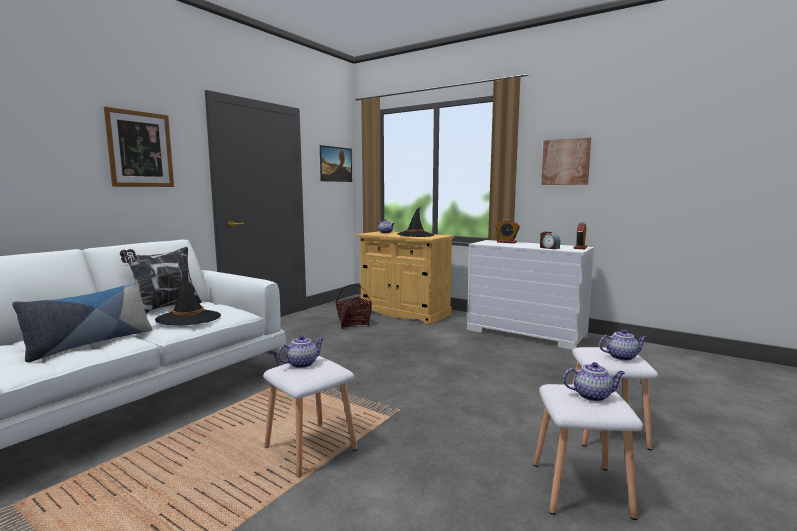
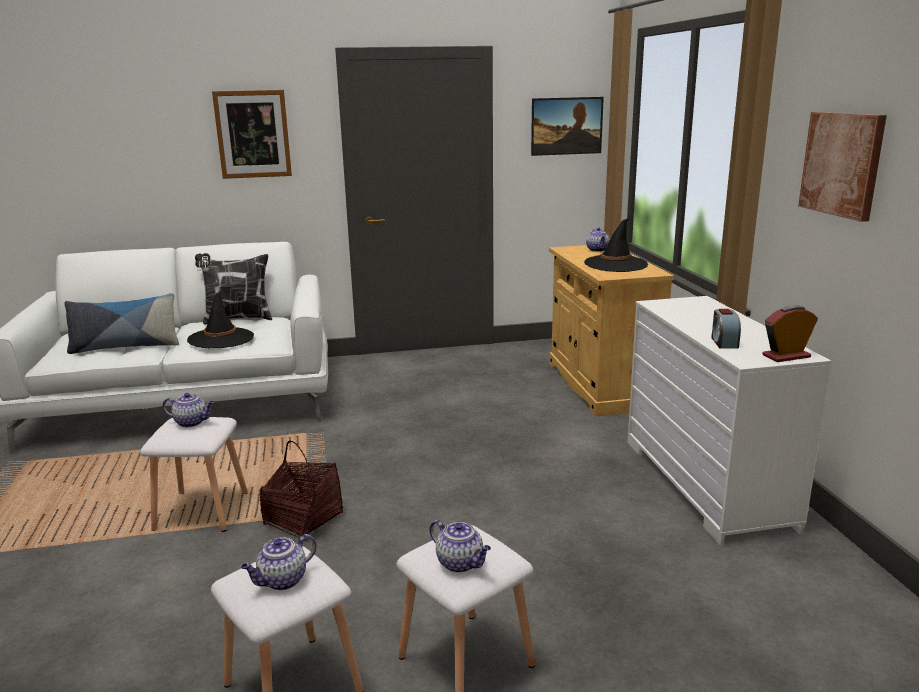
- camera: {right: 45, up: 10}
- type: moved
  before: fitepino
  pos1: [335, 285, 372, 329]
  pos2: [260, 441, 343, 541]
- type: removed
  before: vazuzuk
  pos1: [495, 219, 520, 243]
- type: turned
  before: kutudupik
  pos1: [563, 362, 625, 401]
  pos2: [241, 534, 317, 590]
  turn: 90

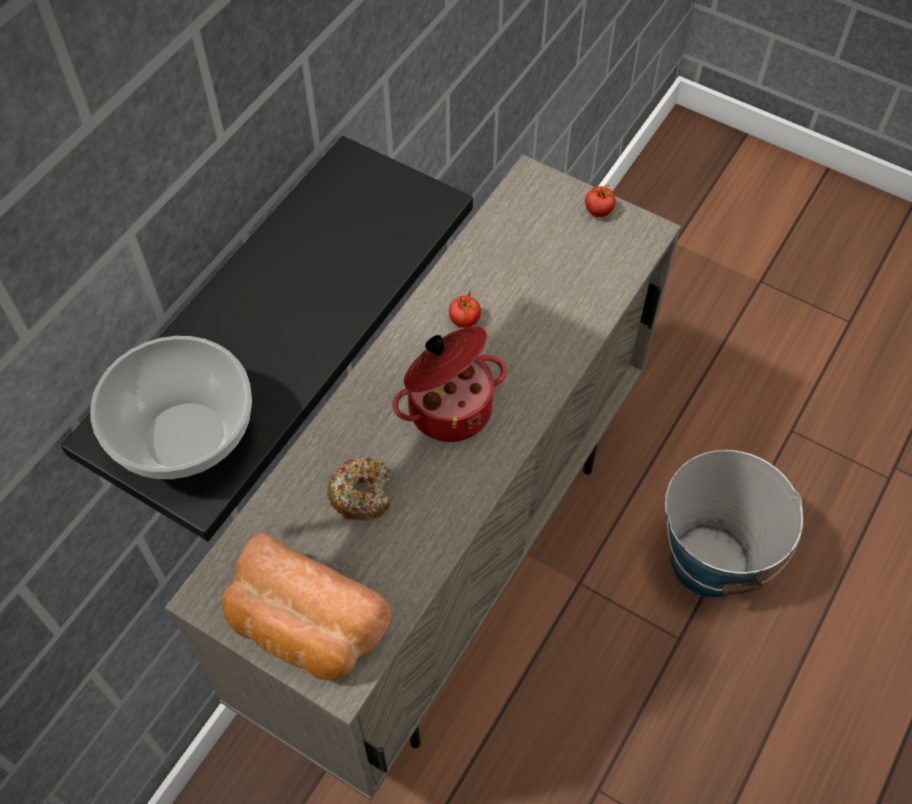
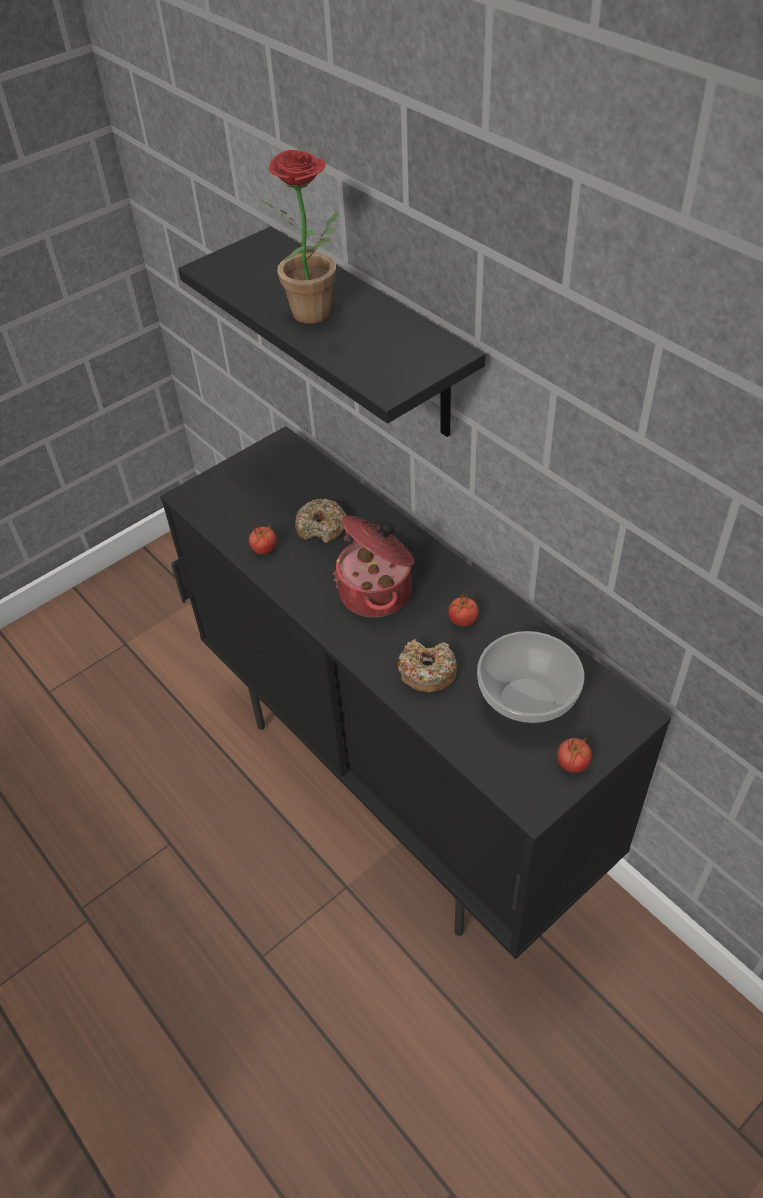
- camera: {right: 110, up: -10}
- type: moved
  before: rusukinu
  pos1: [90, 336, 252, 479]
  pos2: [477, 631, 584, 725]
- type: recoloured
  before: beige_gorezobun
  after: black_gorezobun
  pos1: [165, 155, 681, 801]
  pos2: [160, 426, 671, 959]
- type: removed
  before: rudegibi
  pos1: [222, 533, 392, 680]
- type: removed
  before: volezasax
  pos1: [665, 450, 803, 598]
- type: added
  after: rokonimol
  pos2: [249, 524, 277, 555]
- type: added
  after: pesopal
  pos2: [260, 150, 338, 324]
- type: added
  after: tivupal
  pos2: [398, 639, 457, 692]

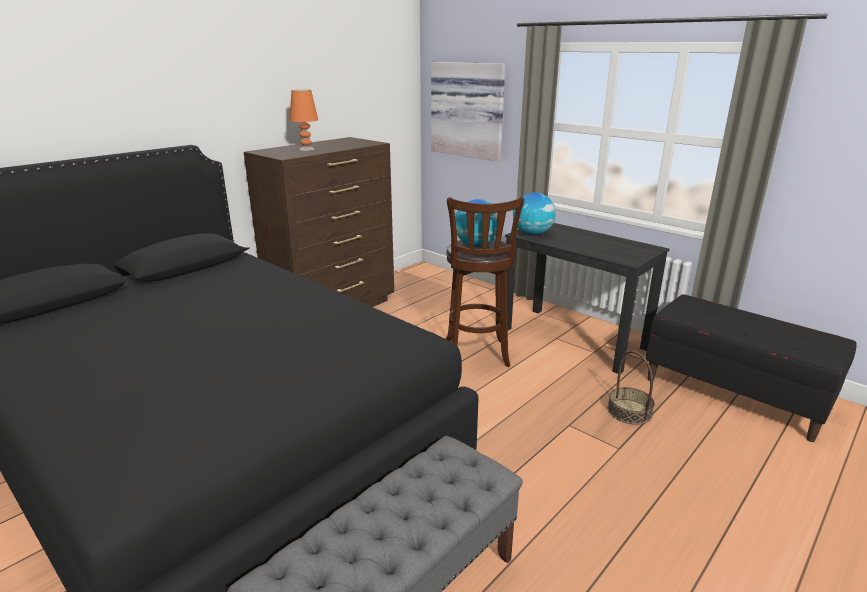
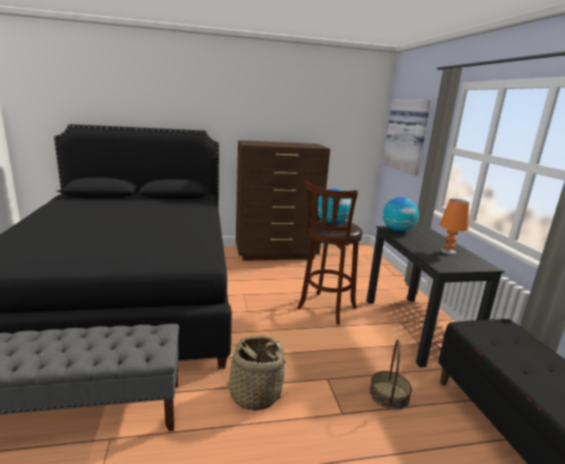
- camera: {right: 35, up: -5}
- type: moved
  before: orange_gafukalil
  pos1: [289, 90, 318, 151]
  pos2: [440, 199, 469, 255]
- type: added
  after: fitepino
  pos2: [221, 335, 289, 411]

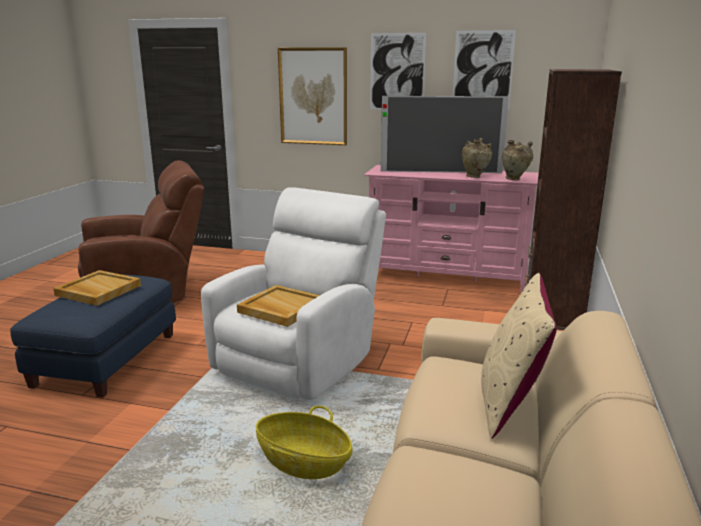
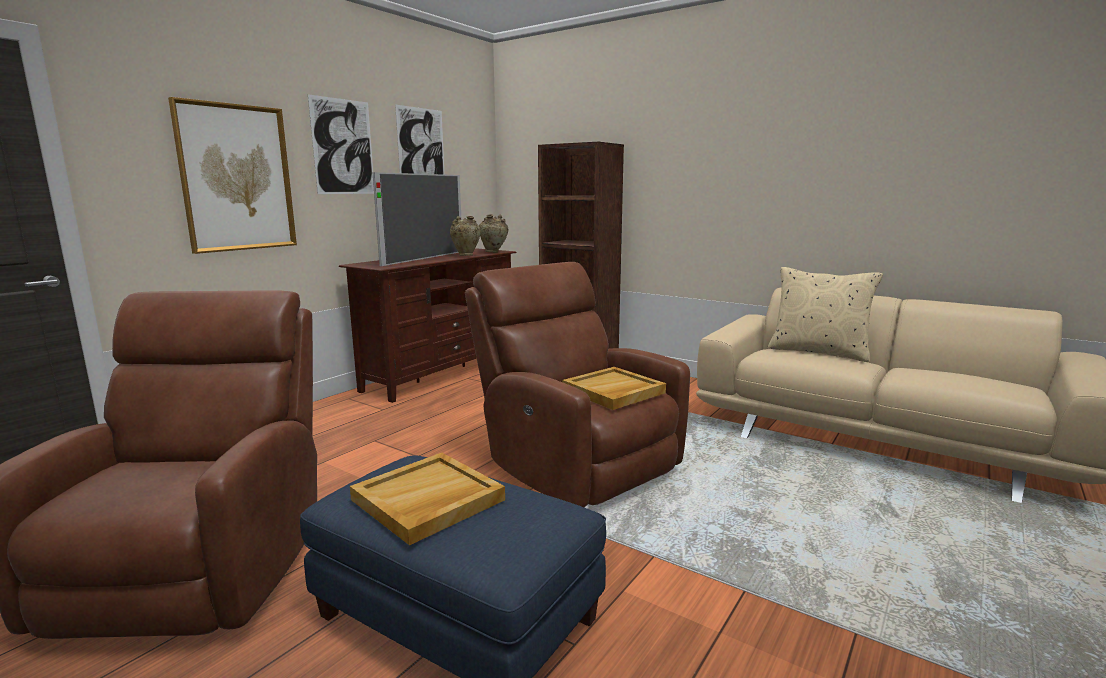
- camera: {right: -70, up: -5}
- type: recoloured
  before: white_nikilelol
  after: brown_nikilelol
  pos1: [201, 187, 386, 400]
  pos2: [465, 262, 690, 507]
- type: removed
  before: fitepino
  pos1: [256, 405, 353, 479]
- type: recoloured
  before: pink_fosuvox
  after: brown_fosuvox
  pos1: [364, 165, 539, 293]
  pos2: [339, 248, 517, 403]

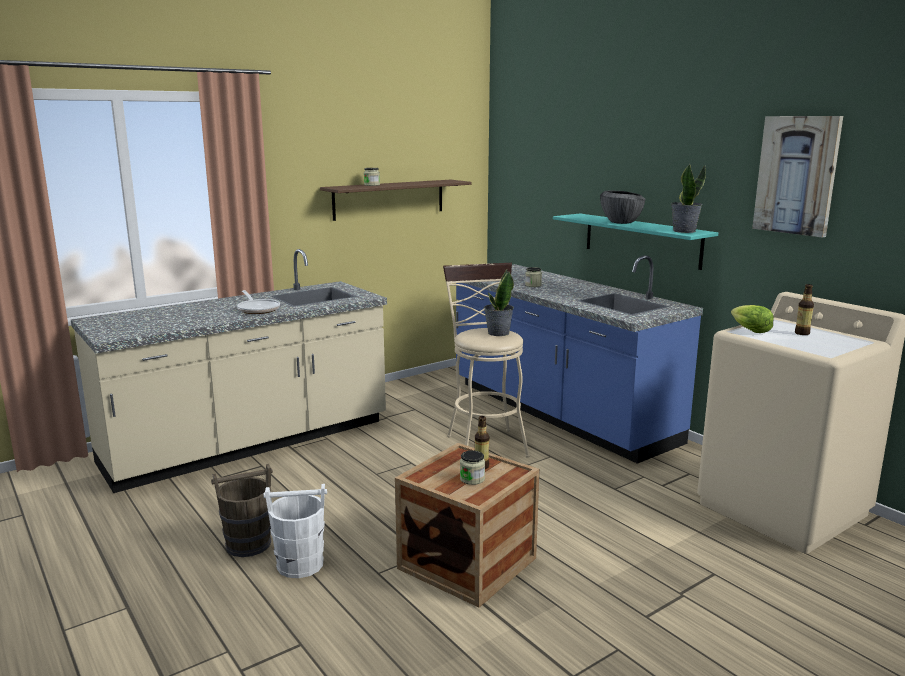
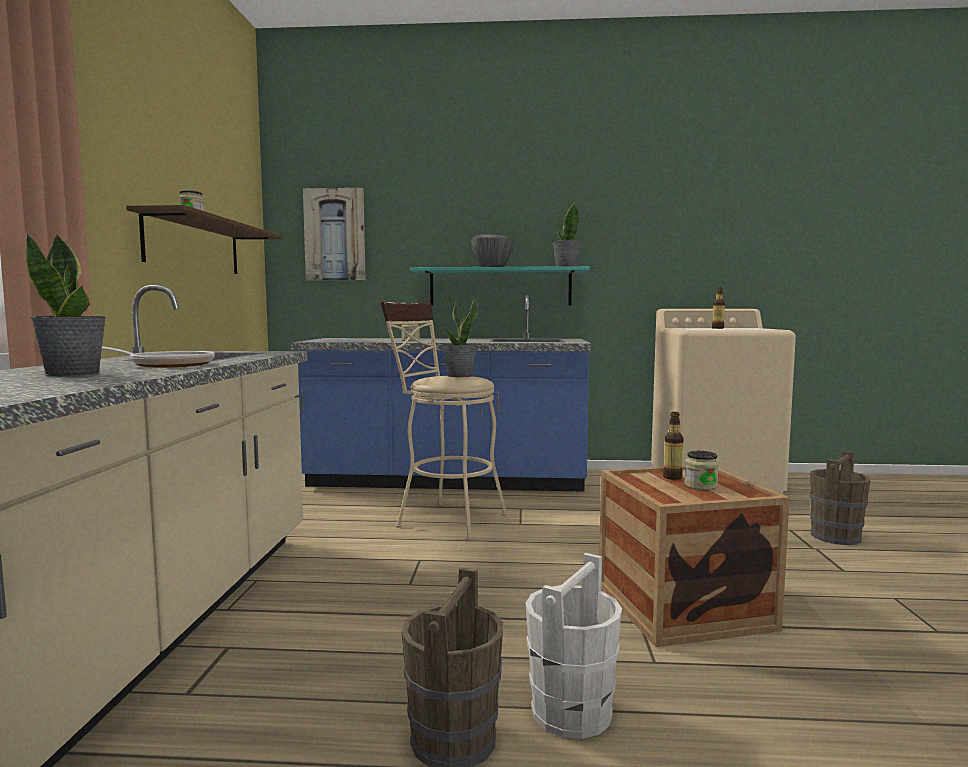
- camera: {right: -50, up: -10}
- type: removed
  before: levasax
  pos1: [731, 305, 774, 333]
- type: moved
  before: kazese
  pos1: [752, 116, 843, 238]
  pos2: [303, 188, 366, 280]
- type: added
  after: pesopal
  pos2: [26, 233, 106, 376]
- type: added
  after: brown_volezasax
  pos2: [810, 451, 870, 545]

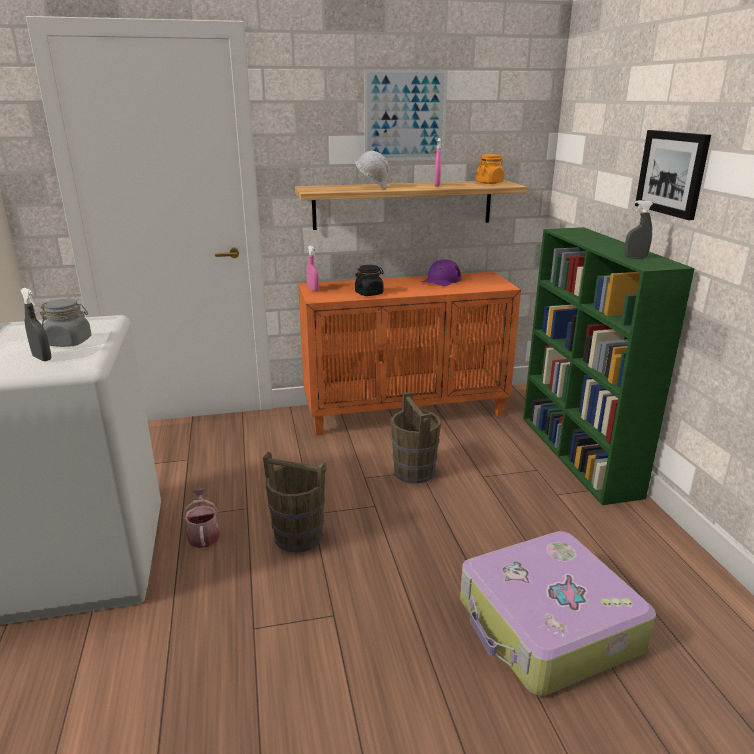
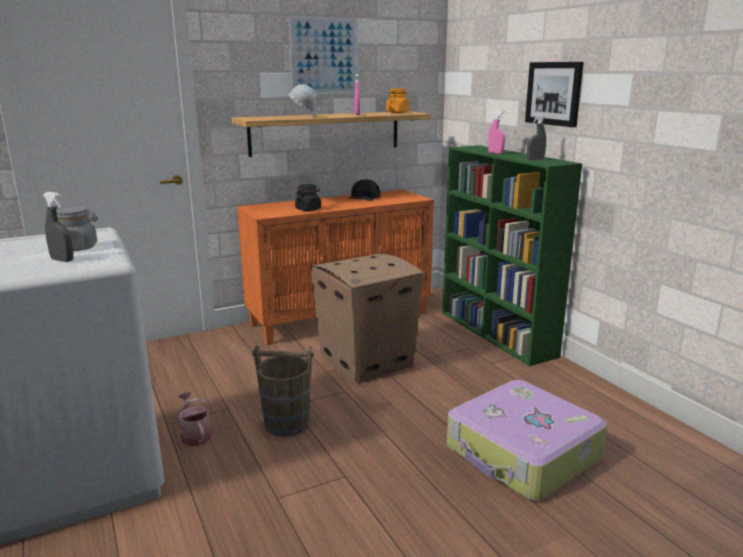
- camera: {right: -15, up: -5}
- type: moved
  before: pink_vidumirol
  pos1: [307, 245, 319, 291]
  pos2: [488, 111, 505, 154]
- type: replaced
  before: brown_volezasax
  after: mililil
  pos1: [391, 392, 441, 483]
  pos2: [311, 254, 424, 384]
- type: recoloured
  before: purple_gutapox
  after: black_gutapox
  pos1: [421, 260, 461, 286]
  pos2: [348, 179, 380, 201]

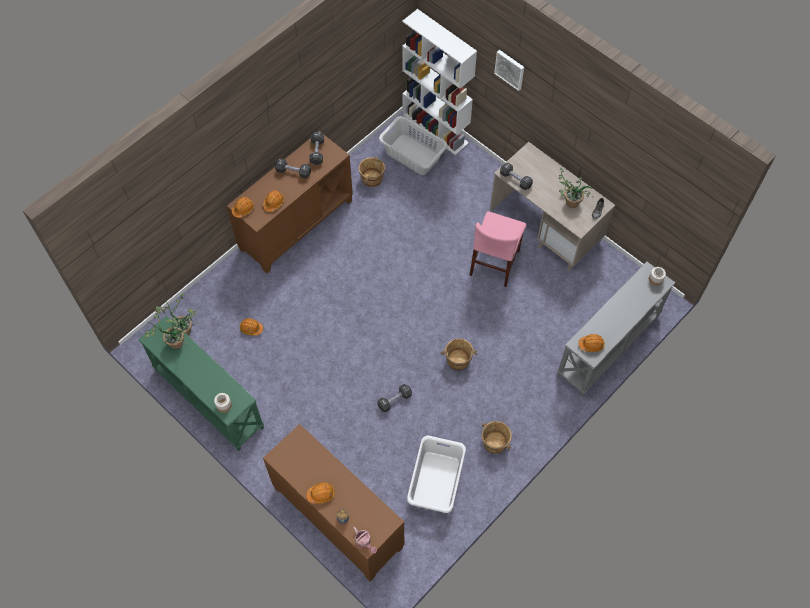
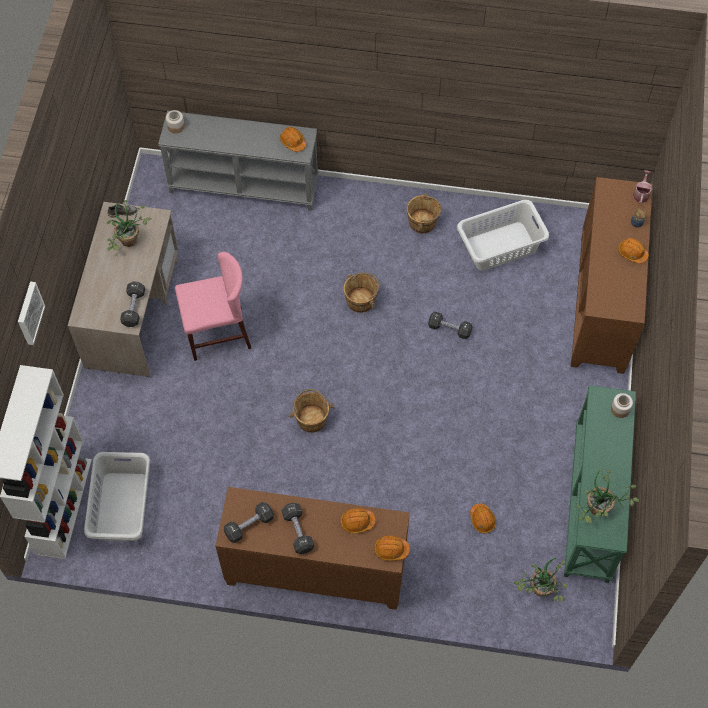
- camera: {right: -125, up: 0}
- type: moved
  before: brown_volezasax
  pos1: [359, 157, 386, 187]
  pos2: [288, 389, 335, 433]

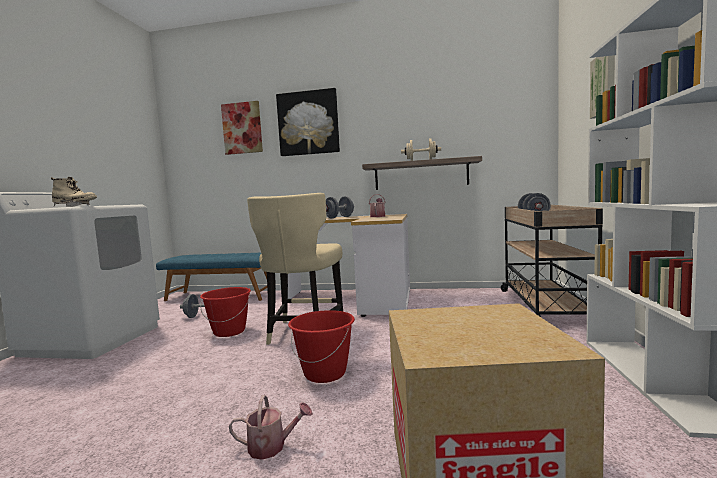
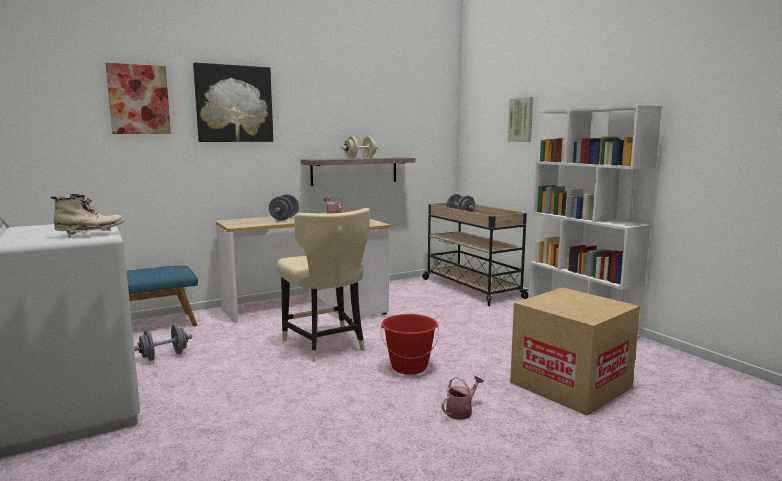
- camera: {right: -40, up: 5}
- type: removed
  before: red_volezasax
  pos1: [200, 287, 251, 337]

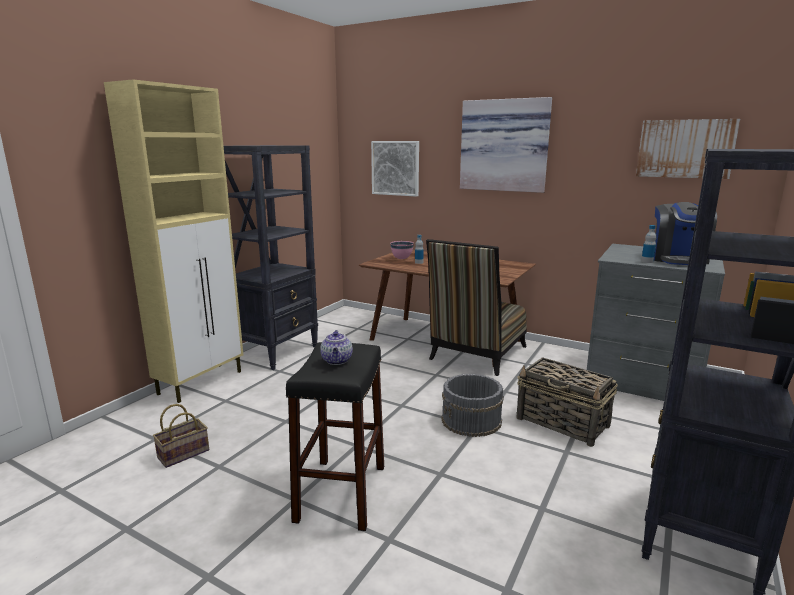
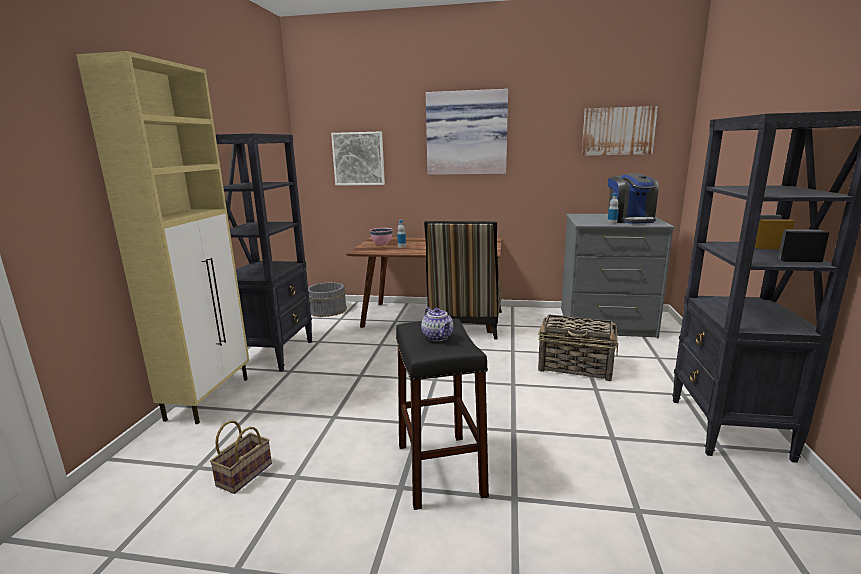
- camera: {right: -20, up: 0}
- type: moved
  before: grey_volezasax
  pos1: [441, 374, 504, 437]
  pos2: [308, 282, 347, 317]

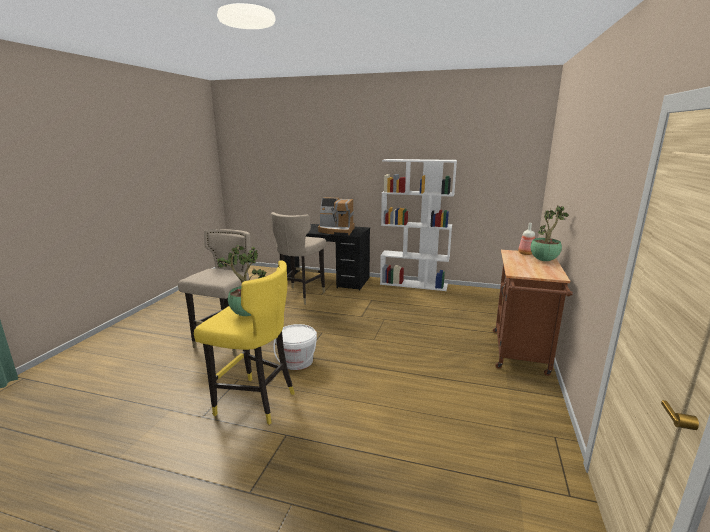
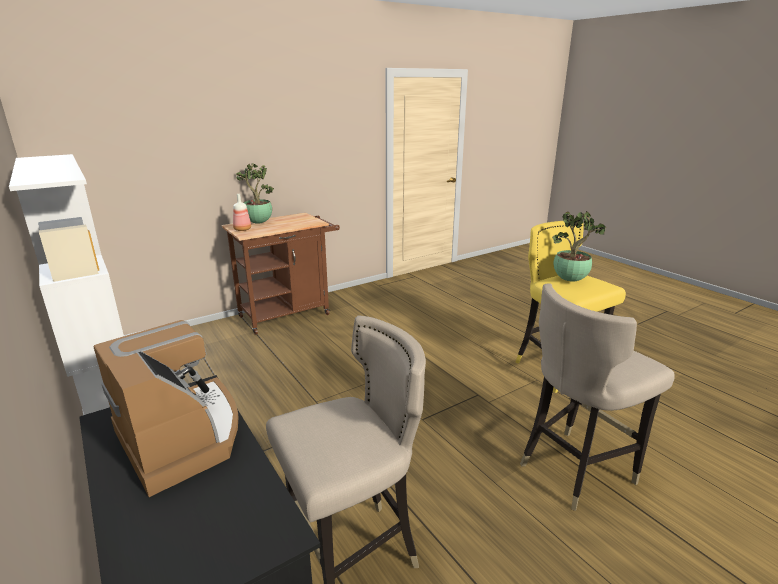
- camera: {right: -140, up: 5}
- type: removed
  before: white_volezasax
  pos1: [273, 324, 317, 370]

